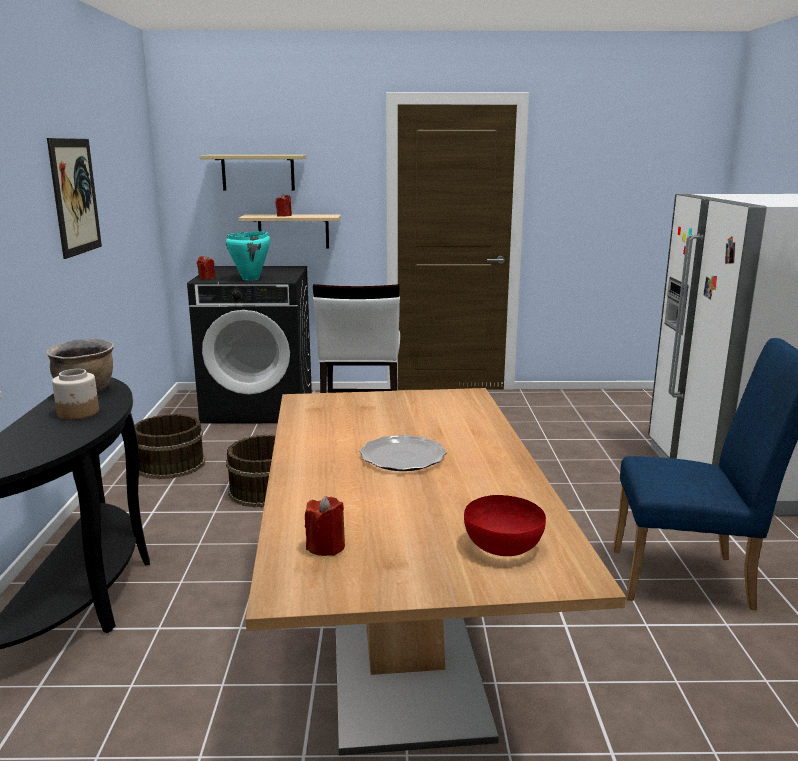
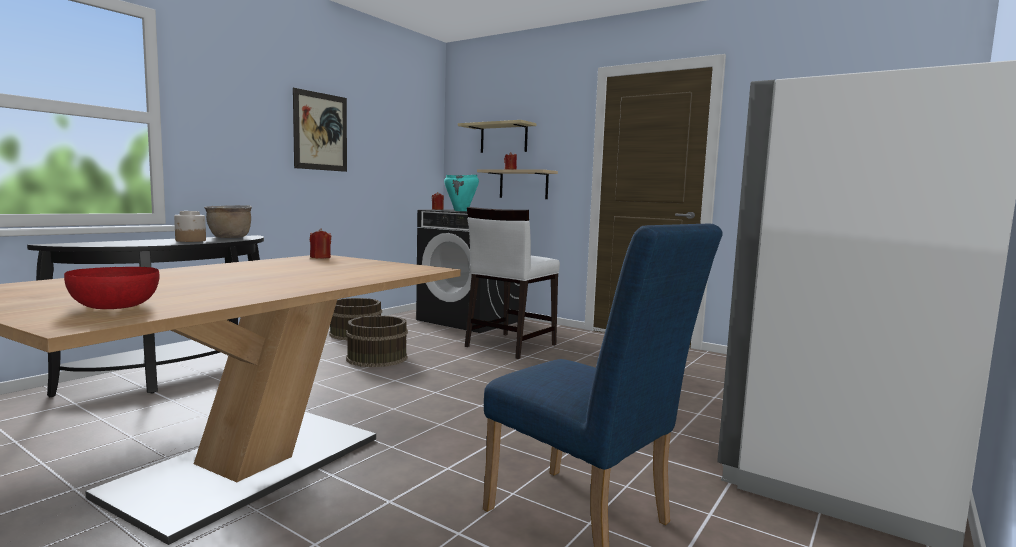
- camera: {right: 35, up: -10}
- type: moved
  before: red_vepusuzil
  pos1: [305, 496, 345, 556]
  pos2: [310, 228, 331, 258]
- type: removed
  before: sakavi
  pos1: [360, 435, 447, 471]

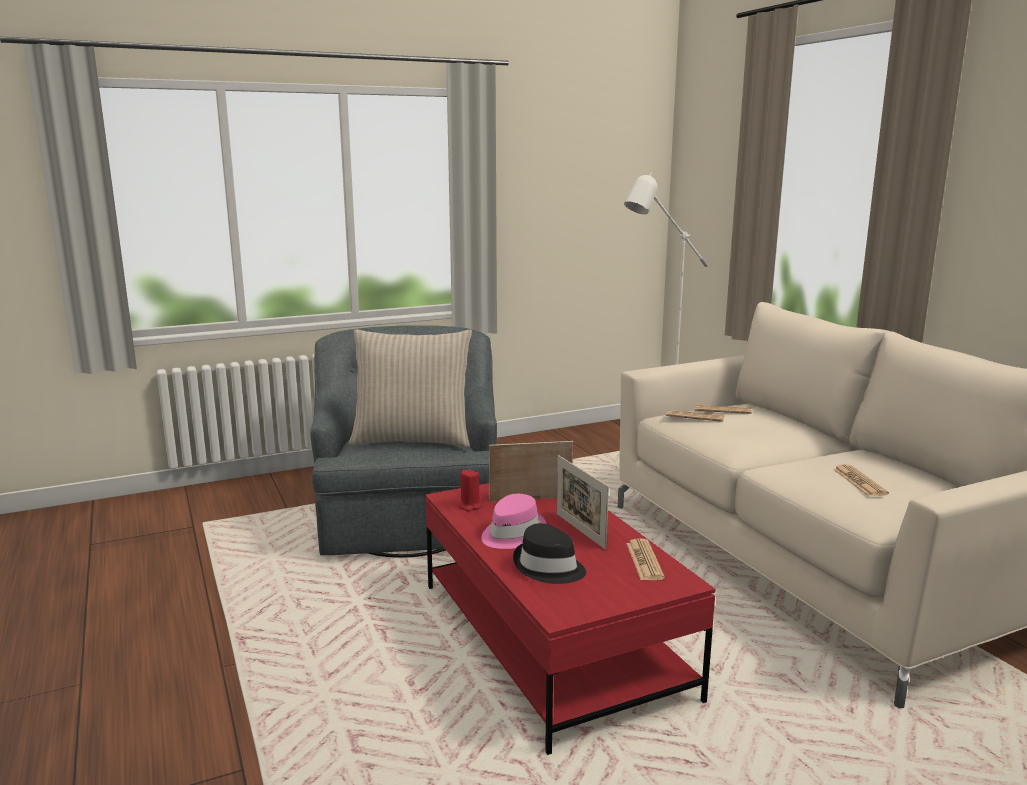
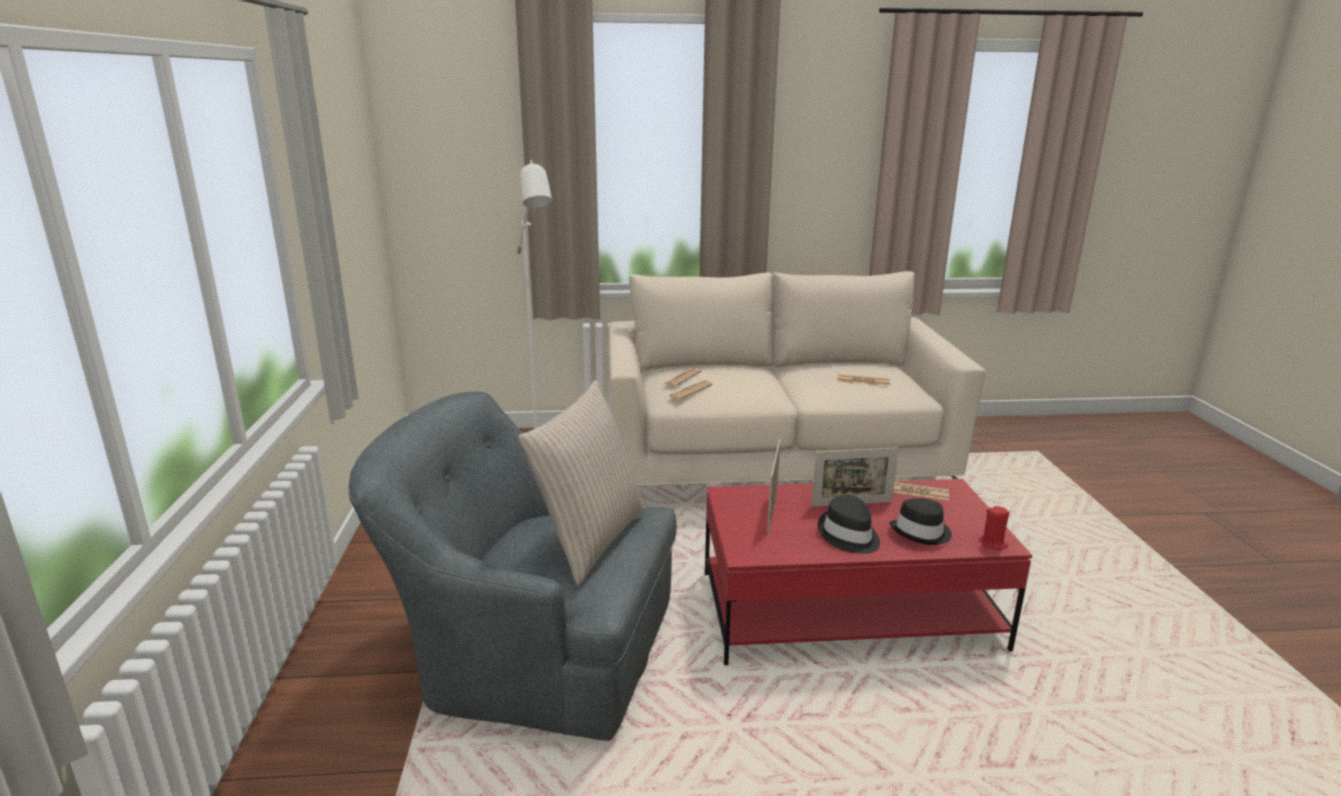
- camera: {right: -70, up: 5}
- type: moved
  before: red_vepusuzil
  pos1: [459, 469, 483, 511]
  pos2: [979, 506, 1009, 551]
- type: recoloured
  before: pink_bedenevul
  after: black_bedenevul
  pos1: [481, 494, 546, 549]
  pos2: [818, 495, 880, 554]

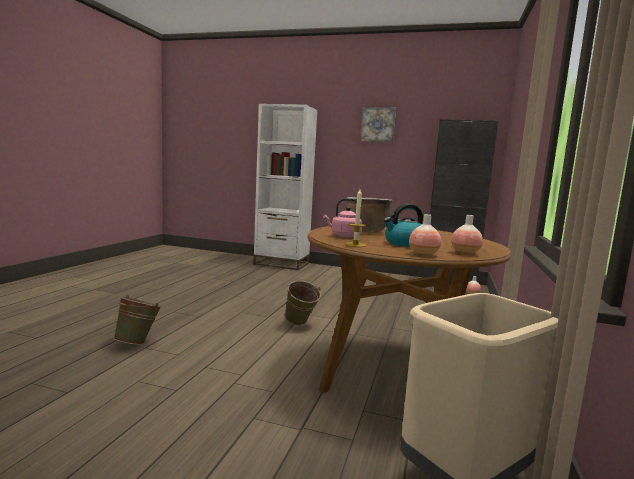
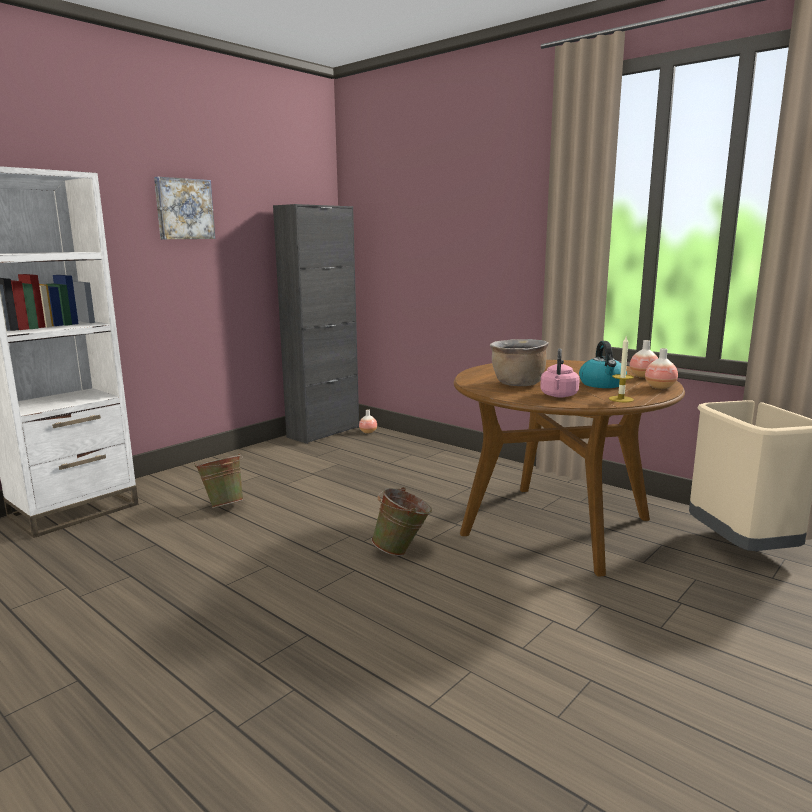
- camera: {right: -65, up: 5}
- type: moved
  before: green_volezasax
  pos1: [114, 295, 162, 345]
  pos2: [194, 453, 244, 508]

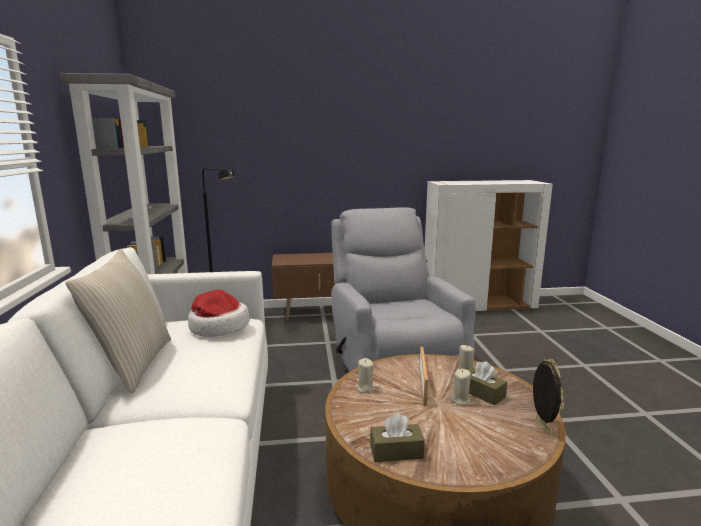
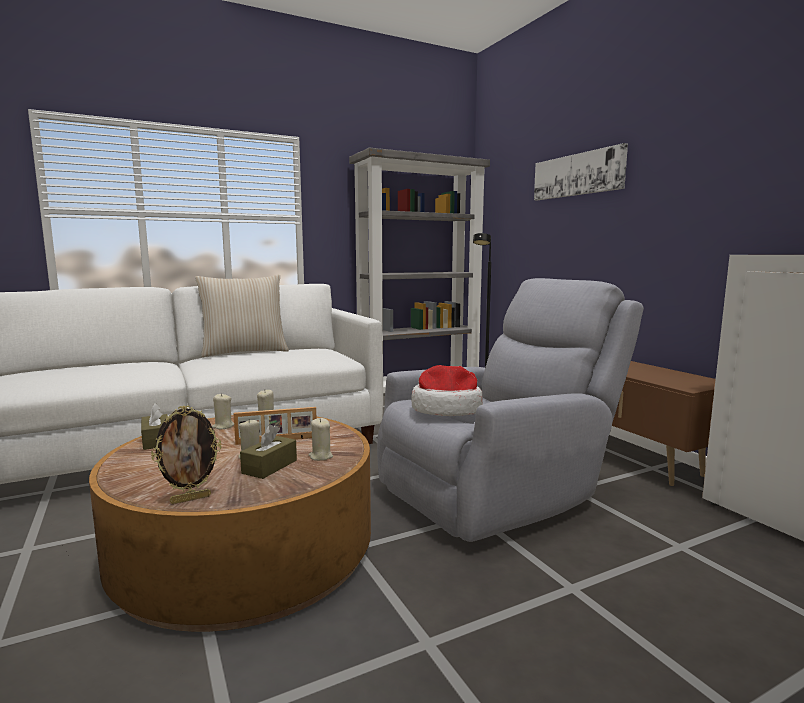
- camera: {right: 70, up: -5}
- type: moved
  before: bedenevul
  pos1: [188, 289, 249, 337]
  pos2: [411, 365, 483, 416]
- type: added
  after: beige_vepusuzil
  pos2: [212, 393, 234, 429]
- type: added
  after: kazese
  pos2: [534, 143, 628, 200]

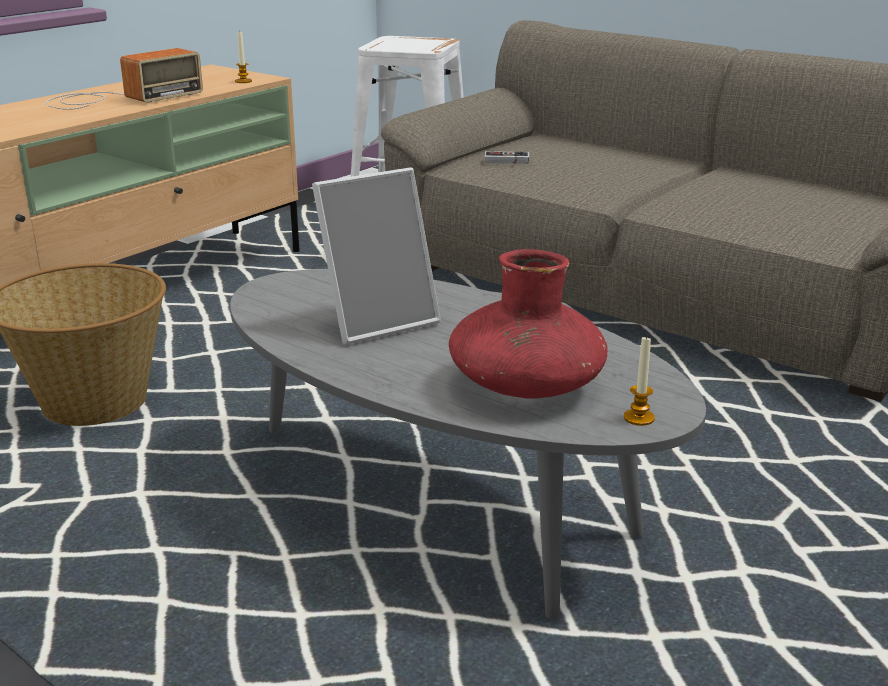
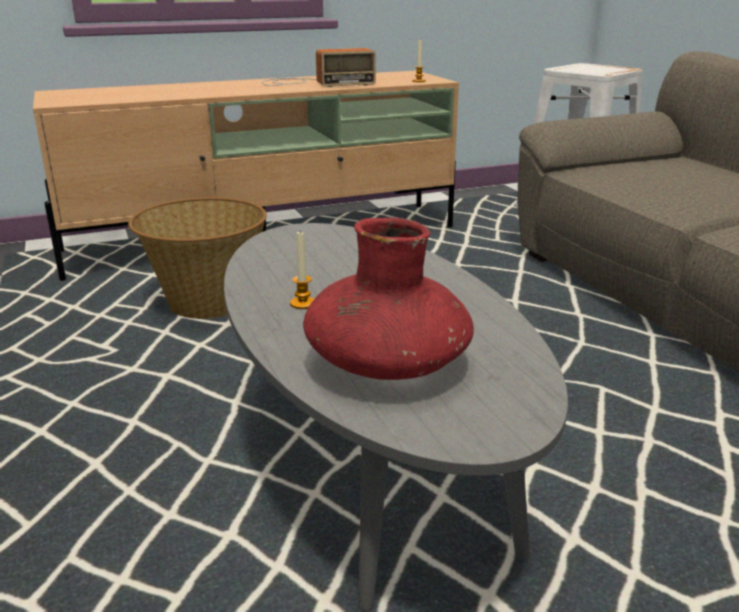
- camera: {right: 30, up: 0}
- type: removed
  before: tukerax
  pos1: [312, 167, 441, 345]
- type: removed
  before: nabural
  pos1: [484, 151, 529, 164]
- type: moved
  before: vepusuzil
  pos1: [624, 335, 655, 426]
  pos2: [290, 232, 314, 309]

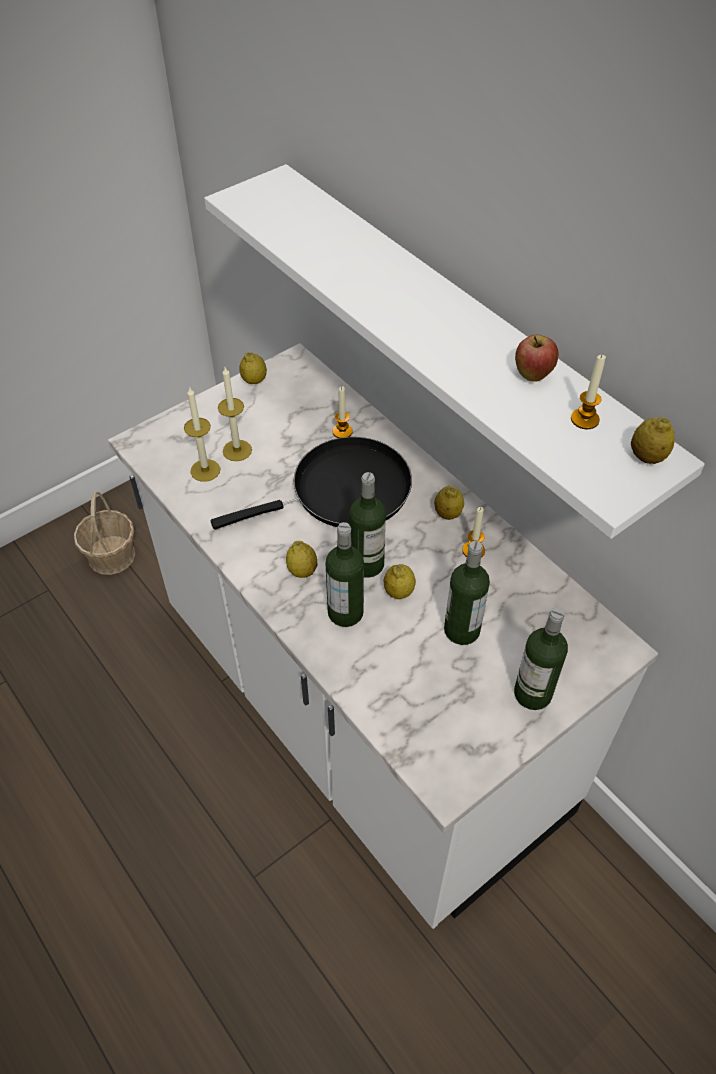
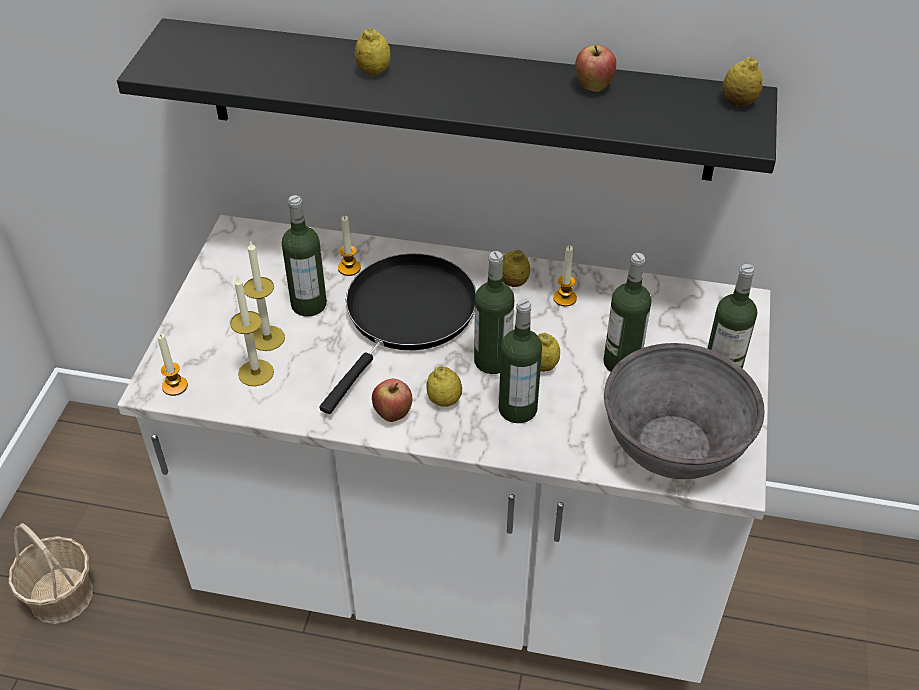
- camera: {right: -40, up: -5}
- type: recoloured
  before: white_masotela
  after: black_masotela
  pos1: [204, 164, 705, 539]
  pos2: [117, 18, 777, 181]
- type: moved
  before: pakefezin
  pos1: [239, 352, 267, 384]
  pos2: [355, 28, 391, 75]
- type: moved
  before: vepusuzil
  pos1: [571, 355, 606, 429]
  pos2: [158, 334, 188, 396]
- type: added
  after: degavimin
  pos2: [282, 195, 327, 317]
- type: added
  after: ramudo
  pos2: [372, 379, 412, 422]
- type: added
  after: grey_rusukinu
  pos2: [604, 343, 764, 479]

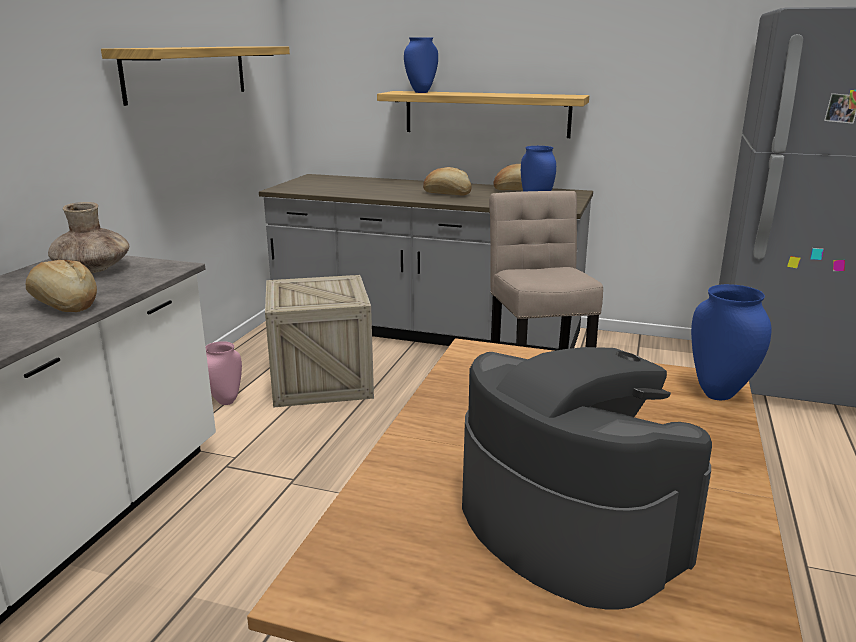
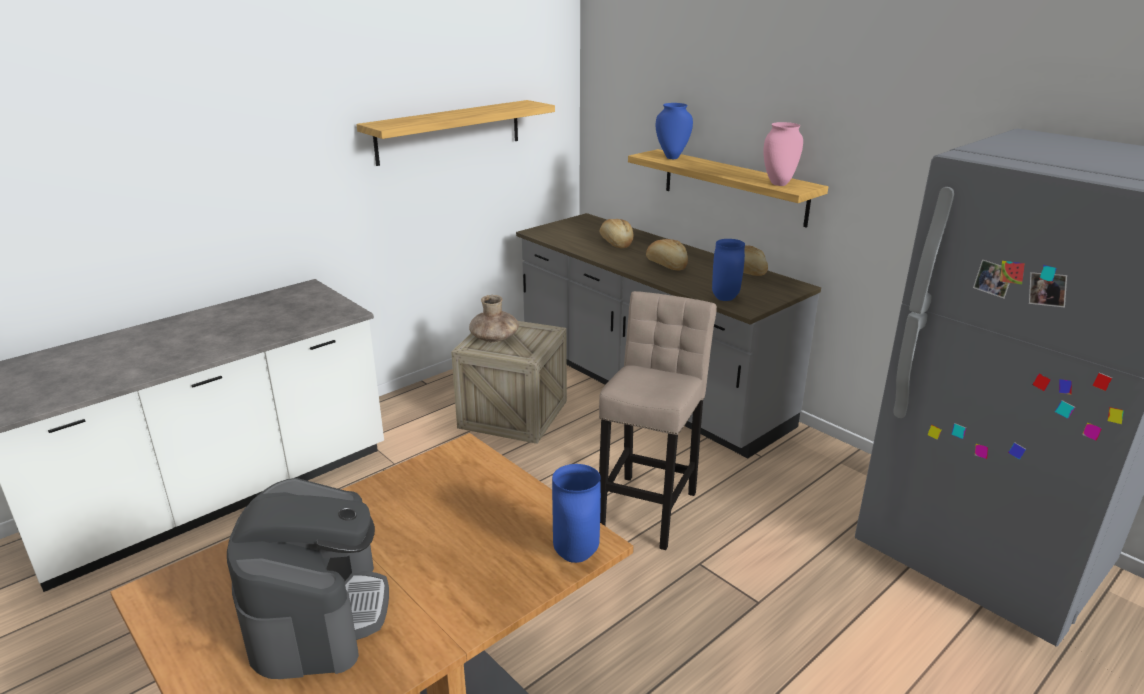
- camera: {right: 30, up: 5}
- type: moved
  before: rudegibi
  pos1: [26, 260, 97, 312]
  pos2: [600, 219, 633, 248]
- type: moved
  before: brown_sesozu
  pos1: [48, 202, 129, 273]
  pos2: [469, 295, 519, 343]
- type: moved
  before: pink_sesozu
  pos1: [206, 341, 242, 405]
  pos2: [763, 122, 803, 186]

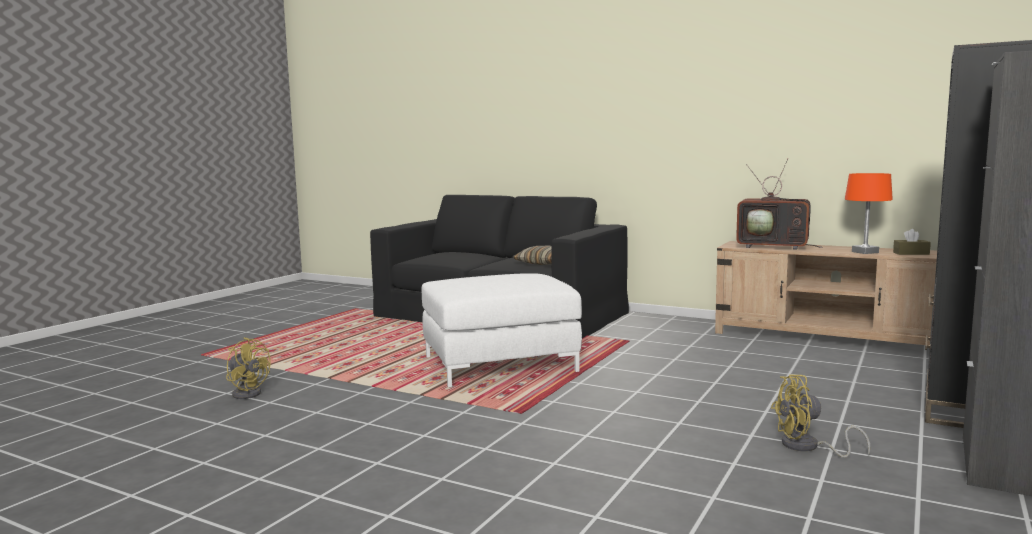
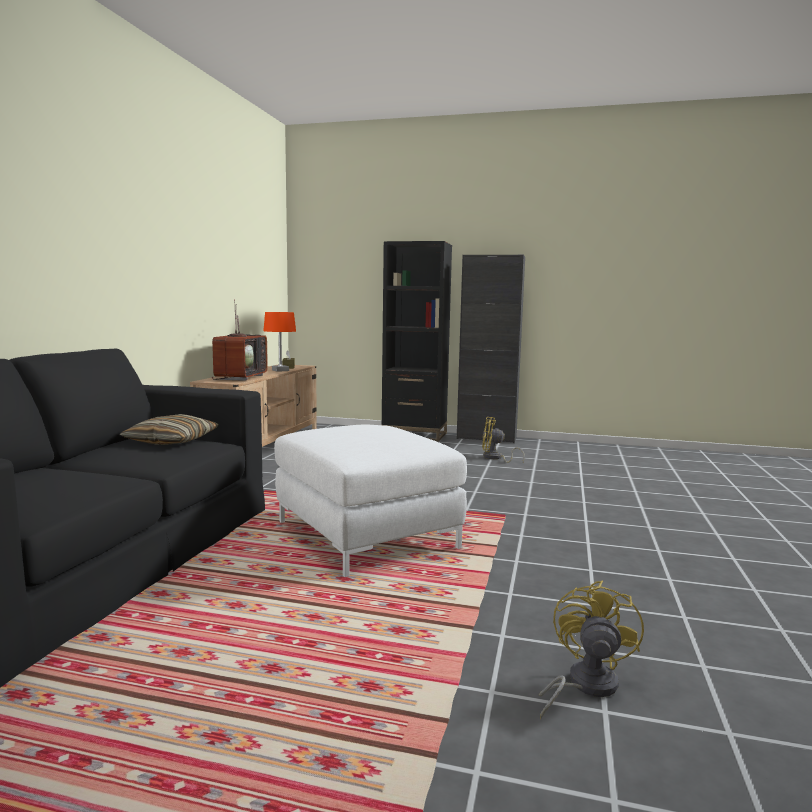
- camera: {right: -105, up: 0}
- type: turned
  before: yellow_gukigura
  pos1: [771, 374, 870, 458]
  pos2: [482, 417, 525, 463]
  turn: 120

